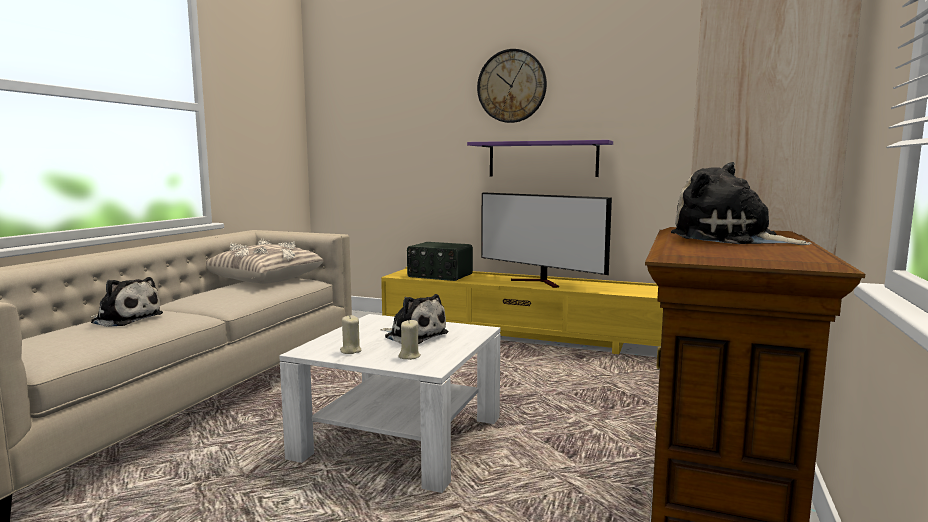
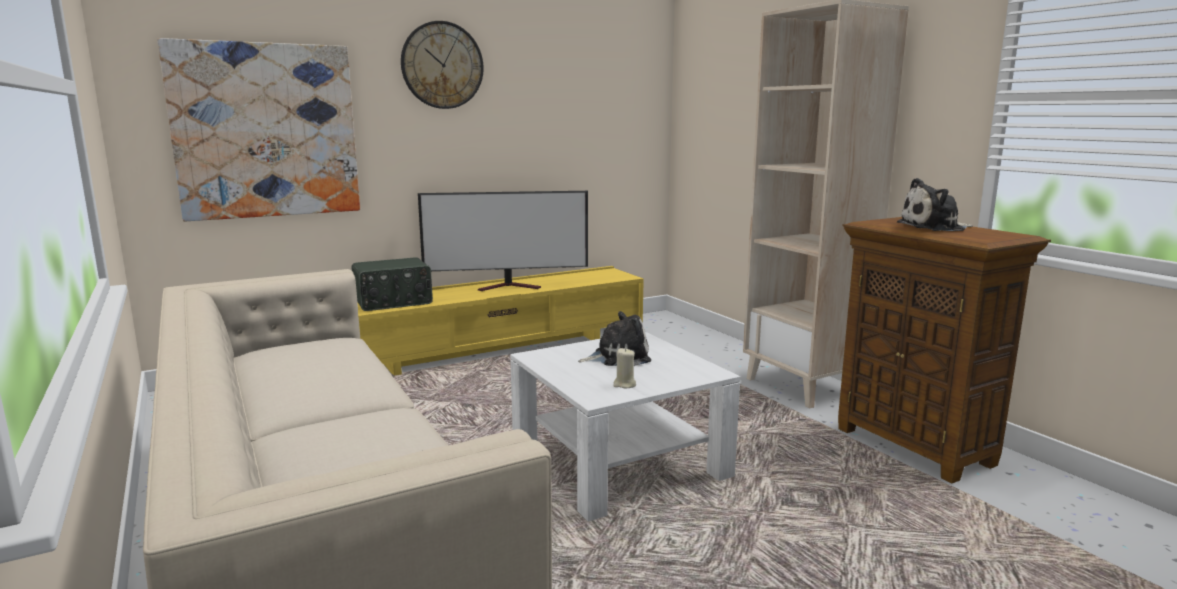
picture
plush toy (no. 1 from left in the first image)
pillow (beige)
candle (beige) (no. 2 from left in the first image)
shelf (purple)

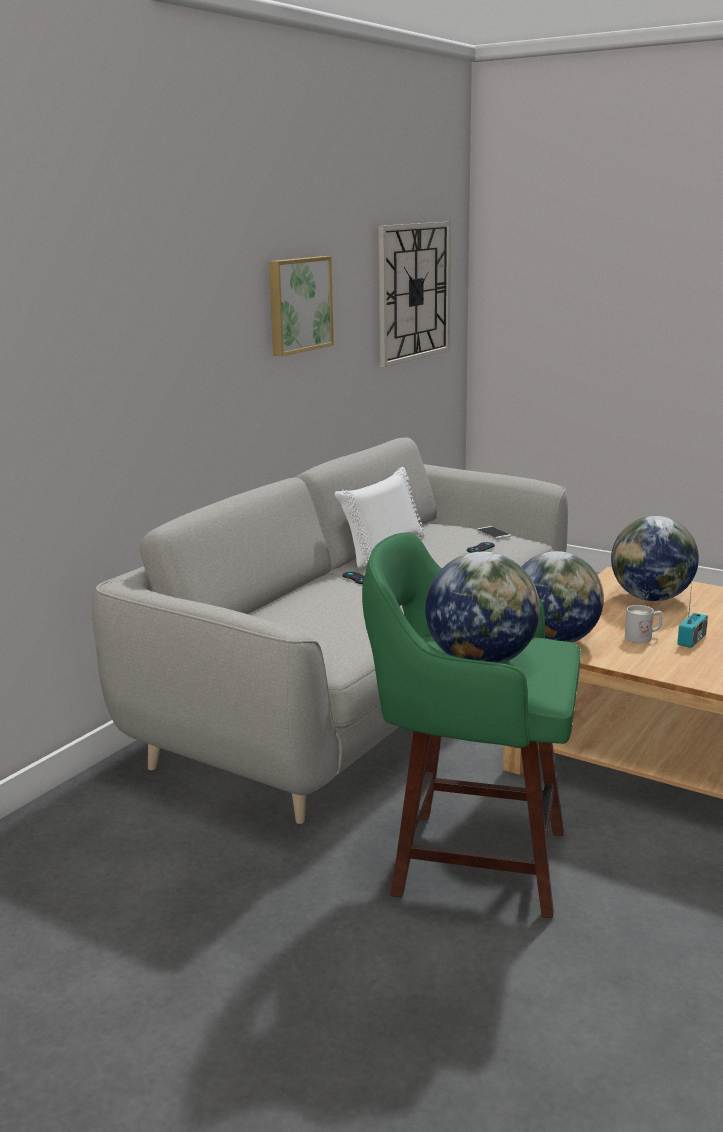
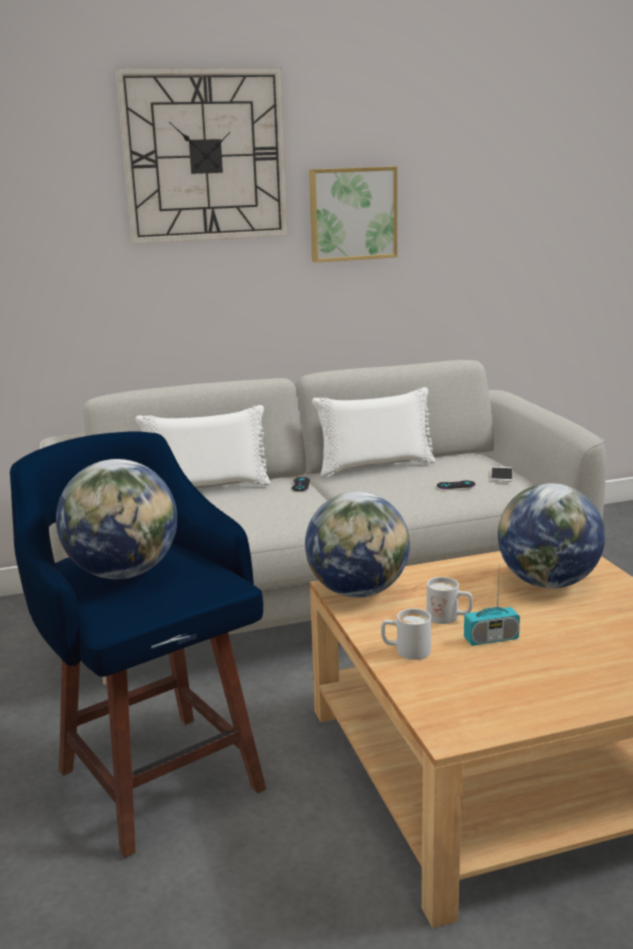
stool (blue)
wall clock
pillow (white) (no. 1 from left)
mug (white) (no. 1 from left)

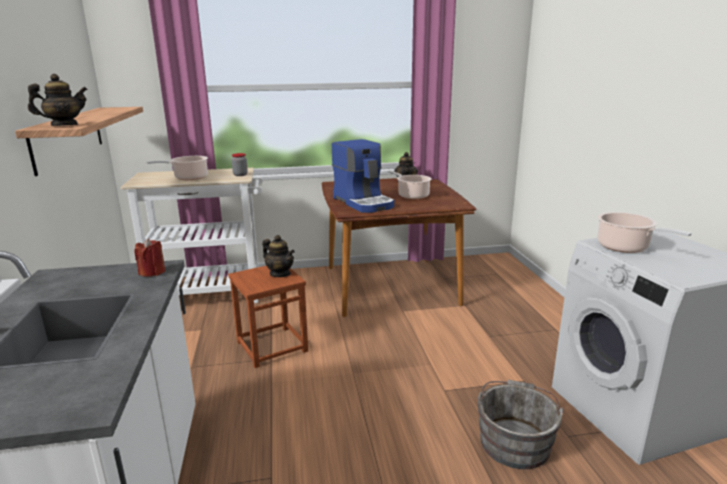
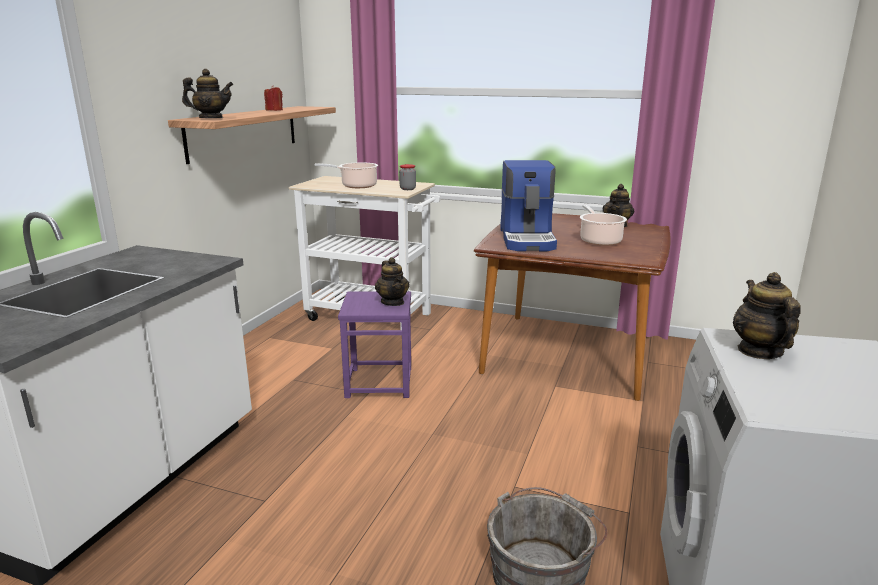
candle (red)
stool (purple)
teapot (no. 4 from left)

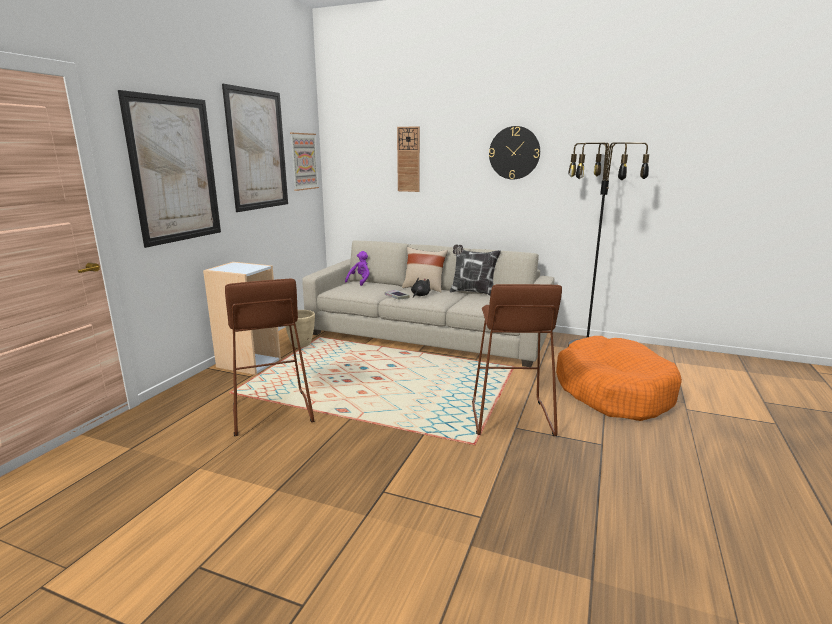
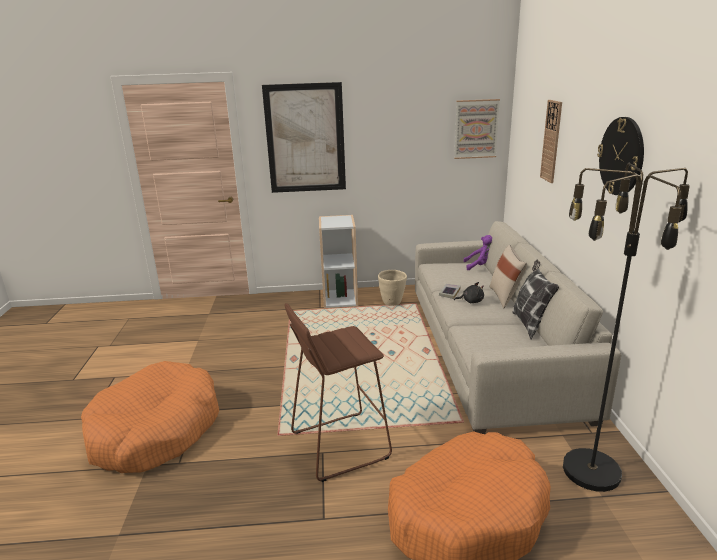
dog bed (orange) (no. 1 from left)
picture (no. 2 from left in the first image)
stool (brown) (no. 1 from left in the first image)

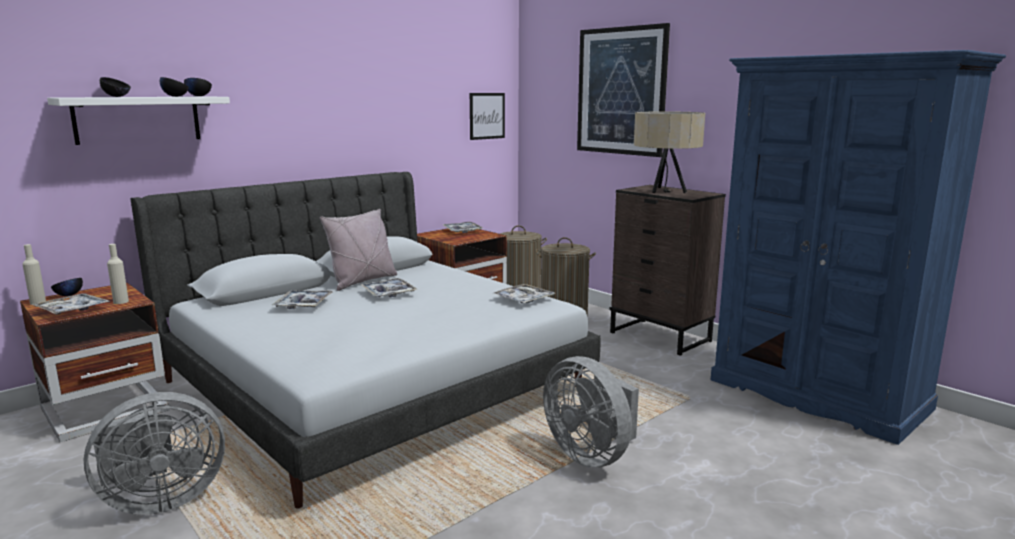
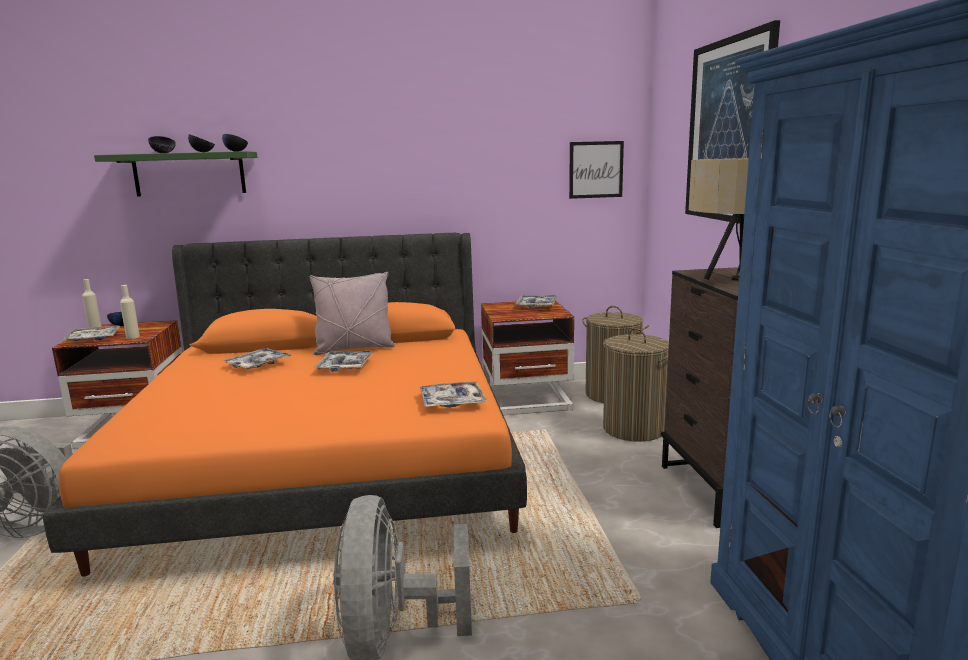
bed (orange)
shelf (green)

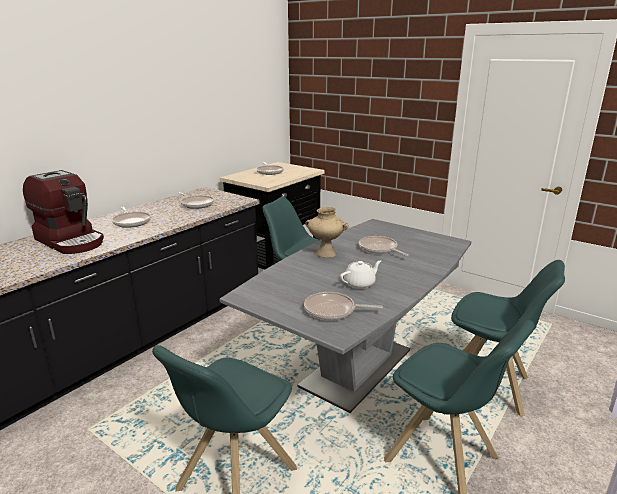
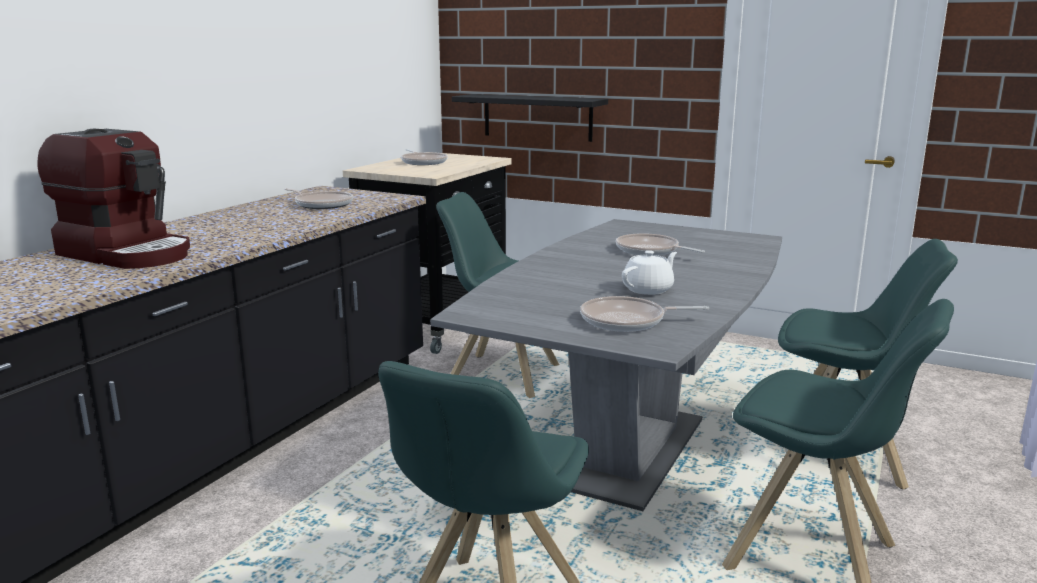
shelf (black)
frying pan (no. 1 from left in the first image)
vase (beige)

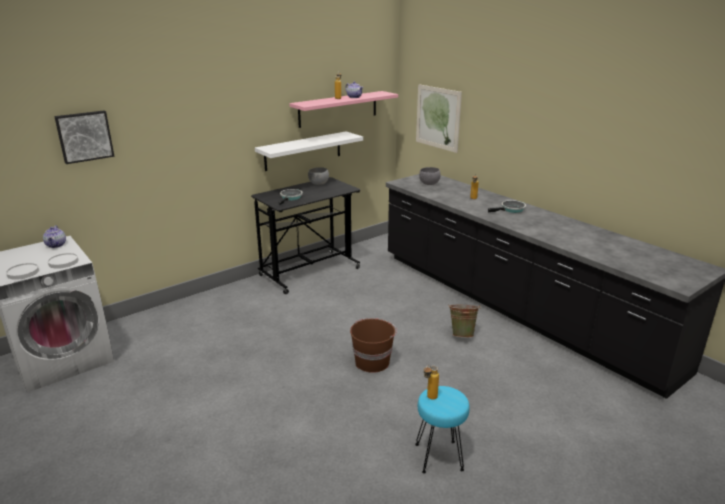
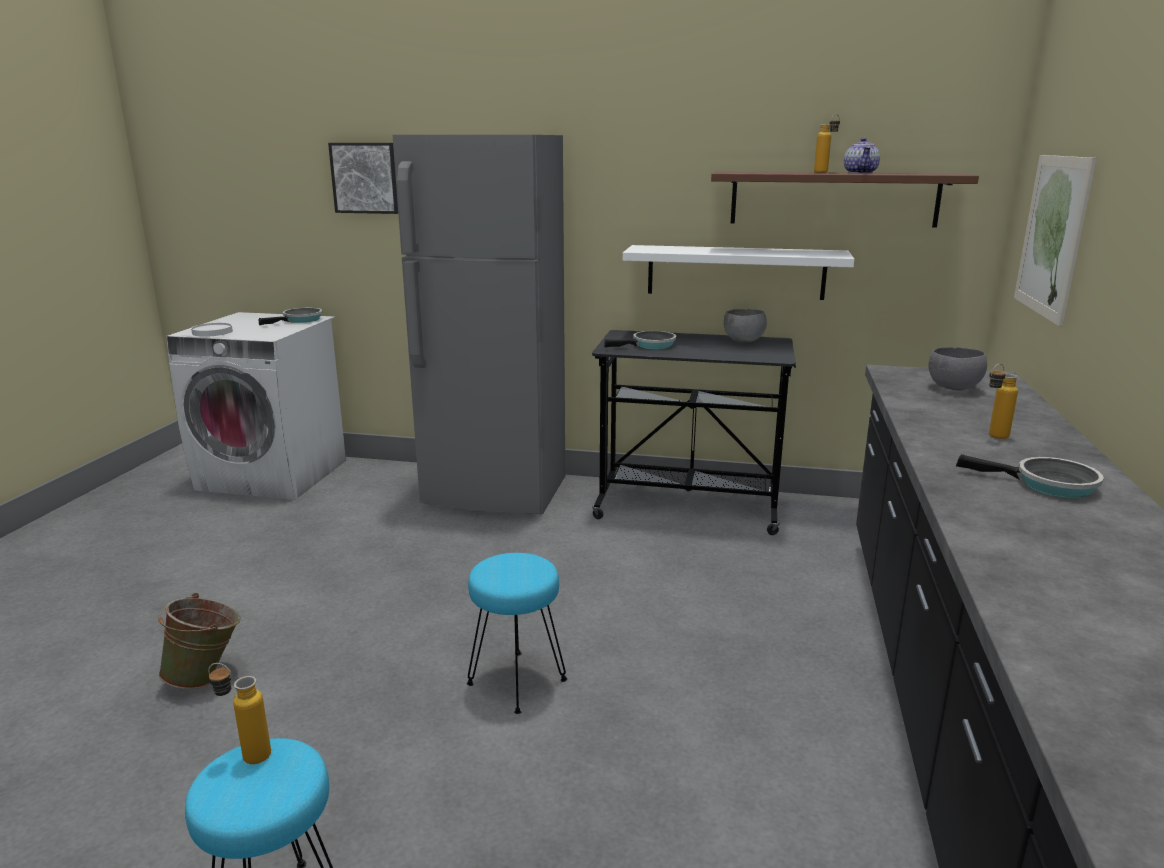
bucket (green)
frying pan (no. 1 from left)
fridge (grey)
stool (turquoise) (no. 2 from left)
shelf (brown)
plate (white) (no. 2 from left in the first image)

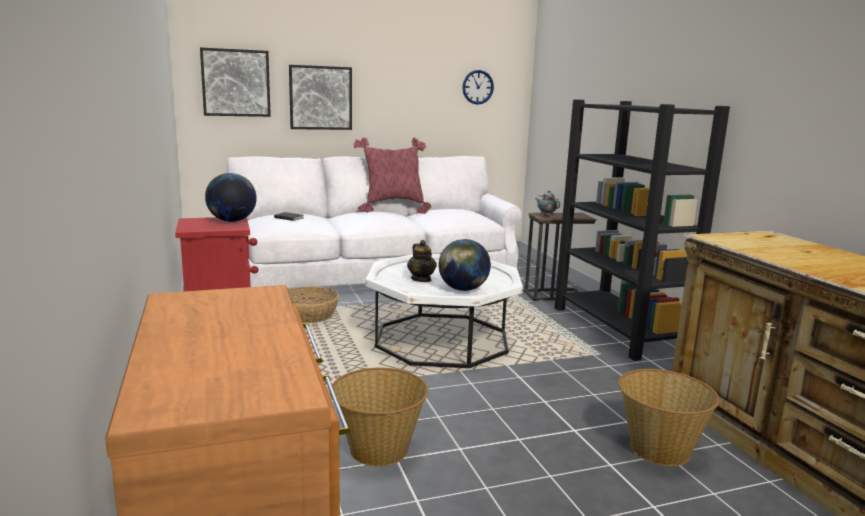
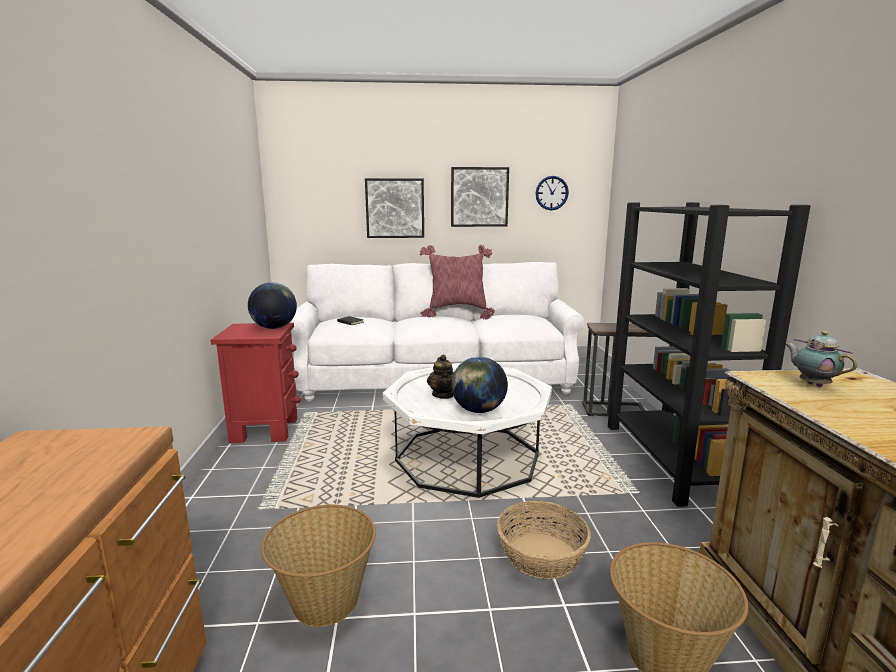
picture (no. 2 from left)
basket (no. 2 from left)
teapot (no. 2 from left)

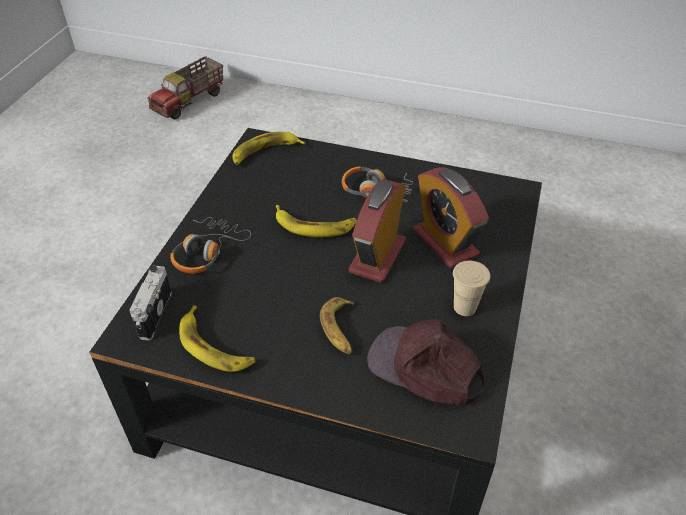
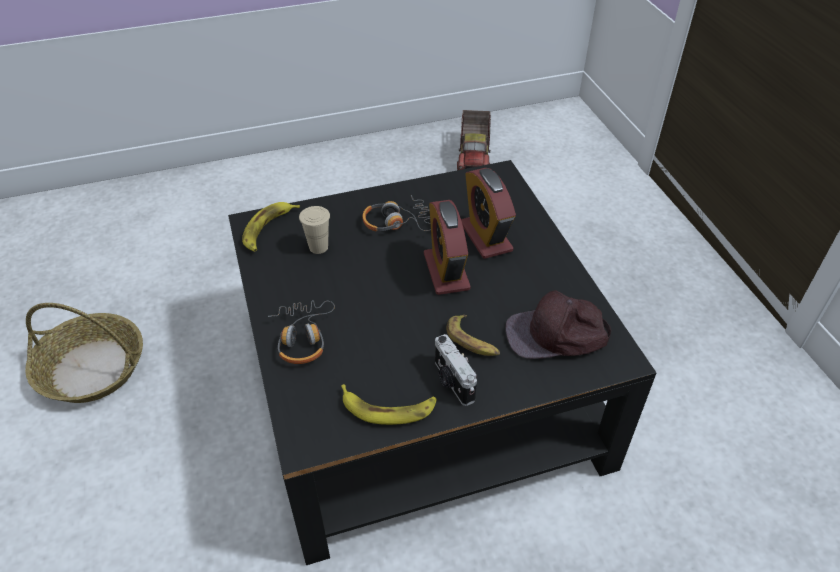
basket
cup (beige)
photo camera
toy truck
alarm clock (no. 2 from left)
banana (no. 3 from left in the first image)

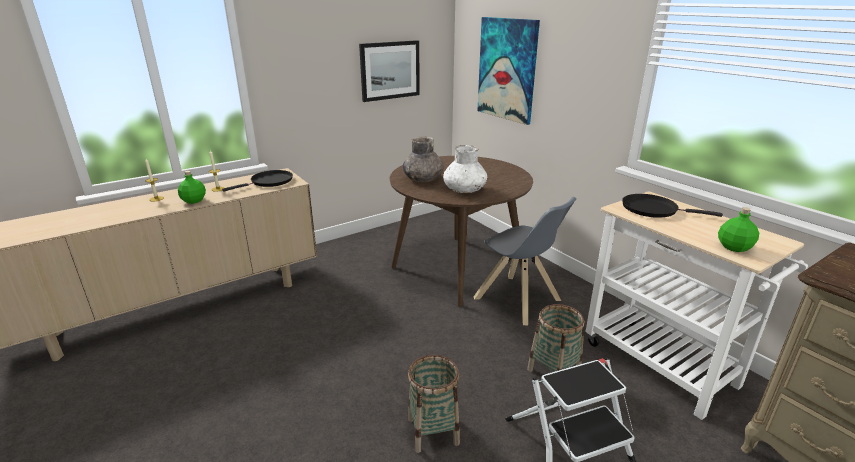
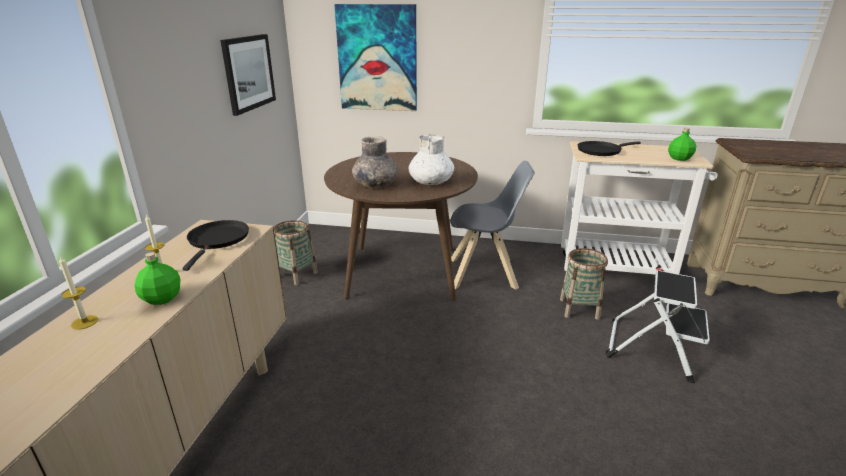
basket (no. 1 from left)

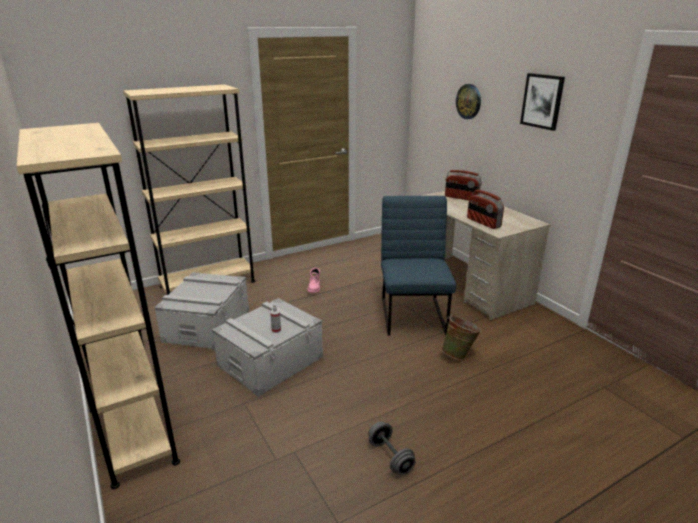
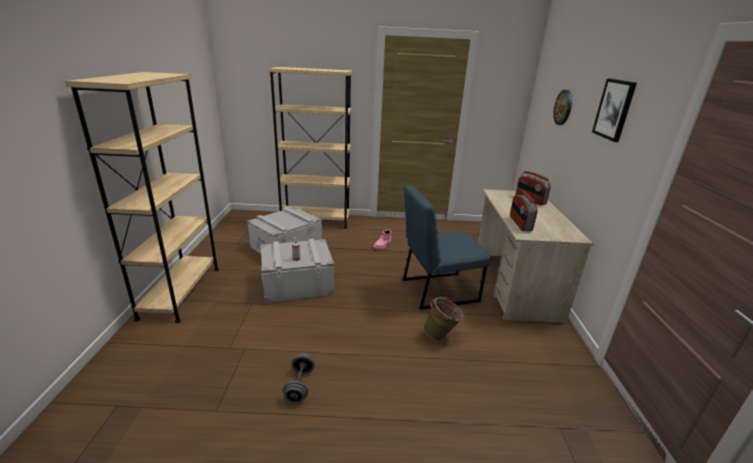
chair (blue)

